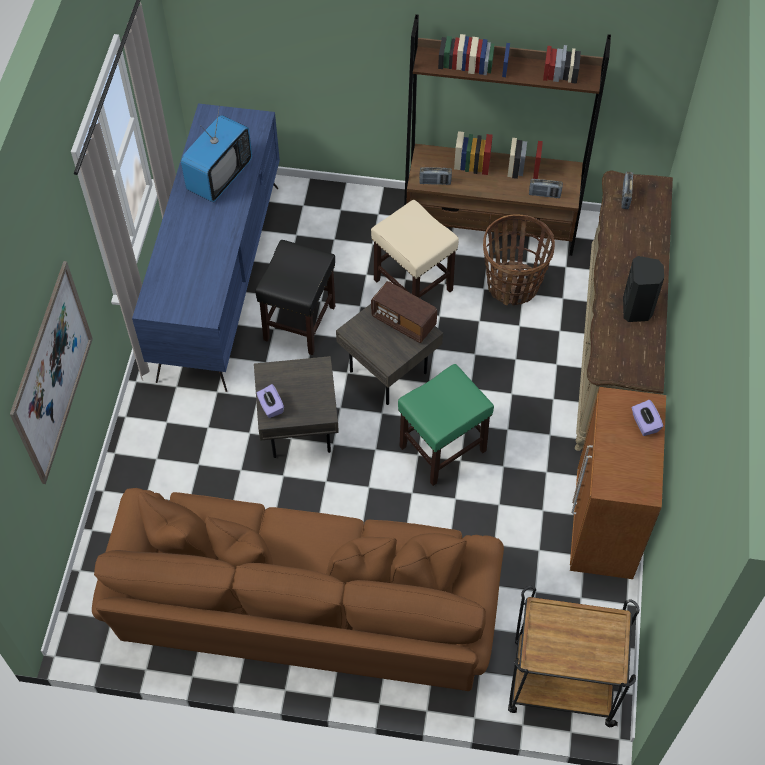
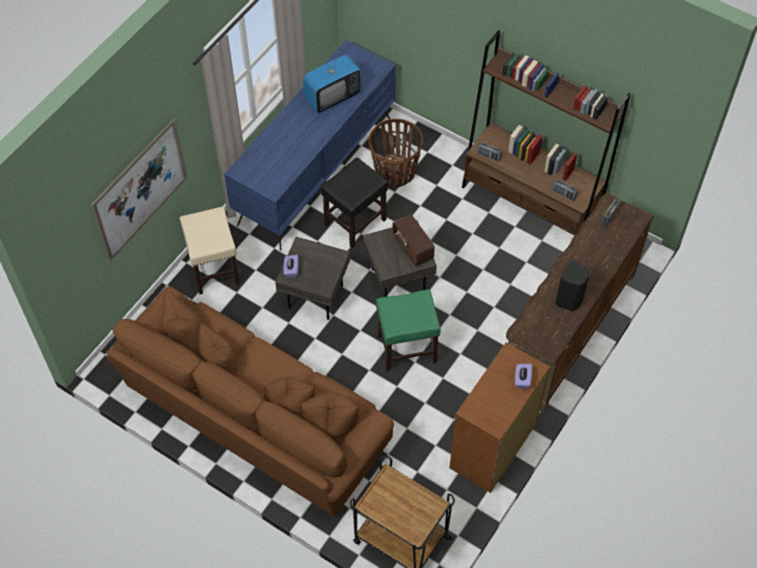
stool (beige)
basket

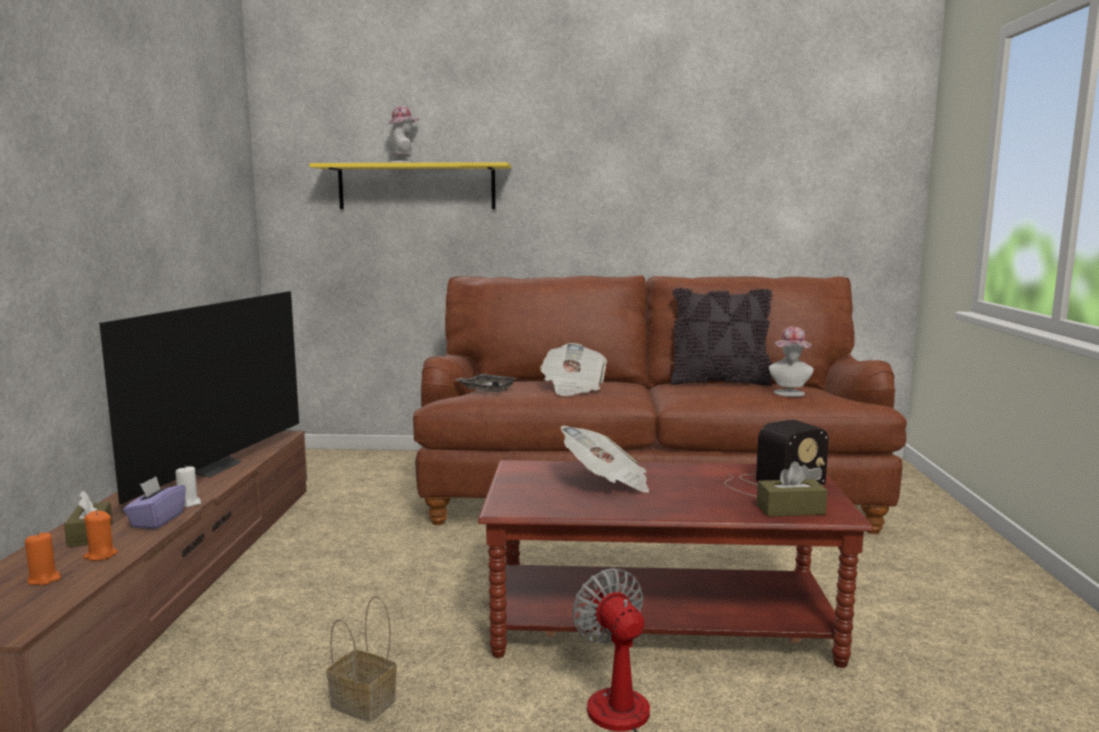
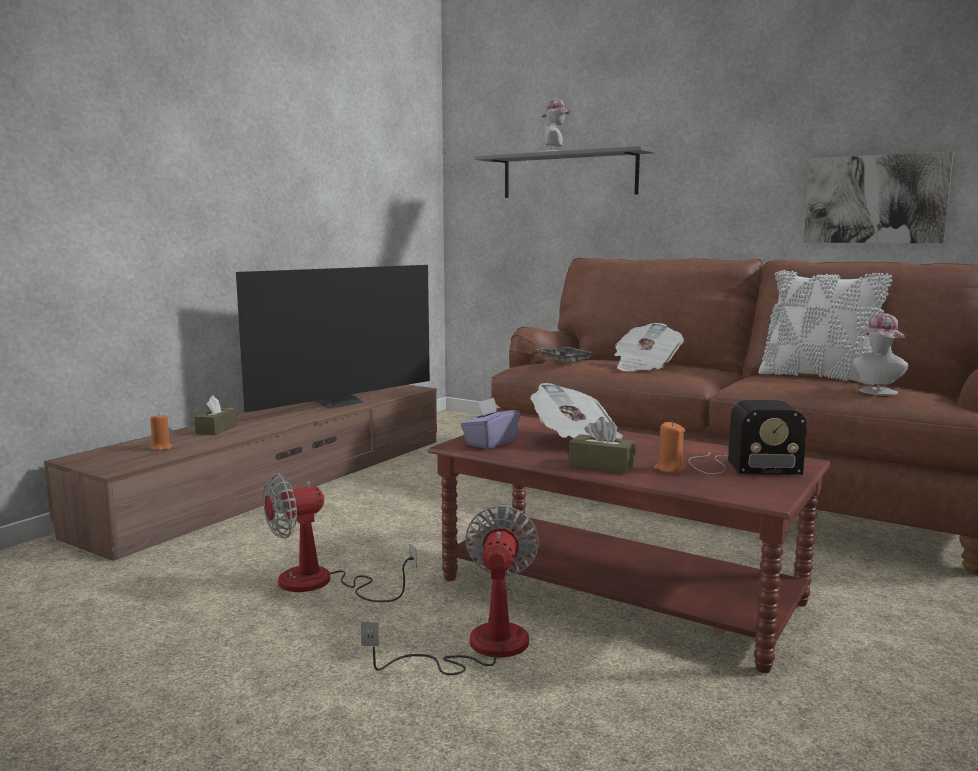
fan (no. 1 from left)
tissue box (purple)
shelf (grey)
tissue box (brown) (no. 2 from left)
candle (orange) (no. 2 from left)
pillow (white)
picture
candle (white)

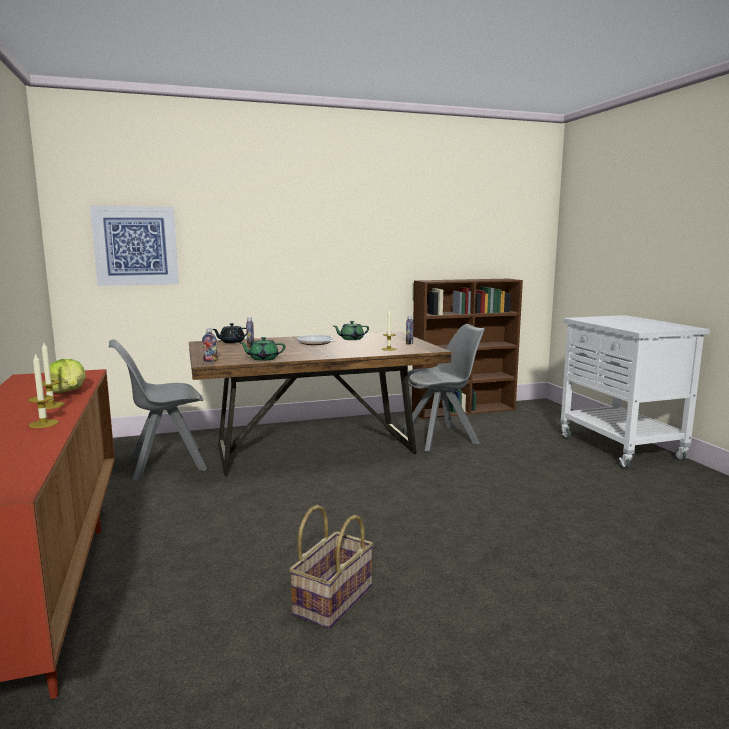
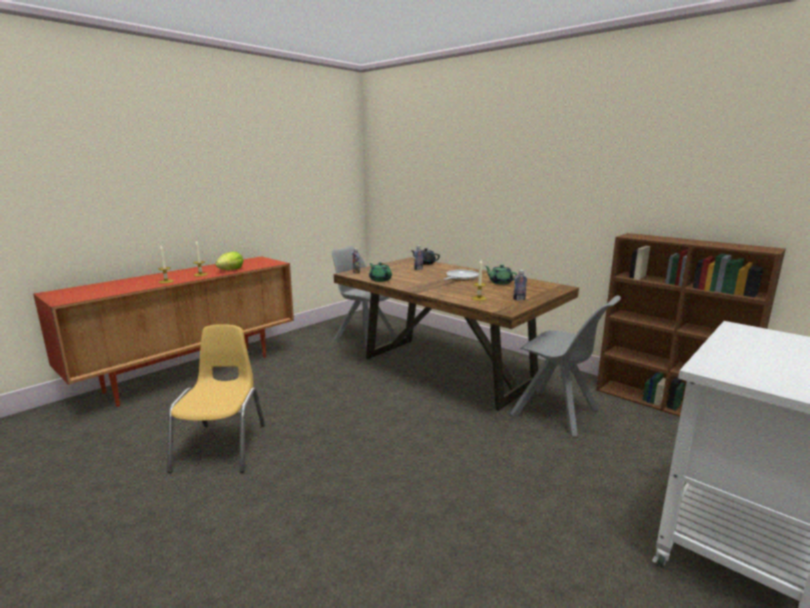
chair (yellow)
picture

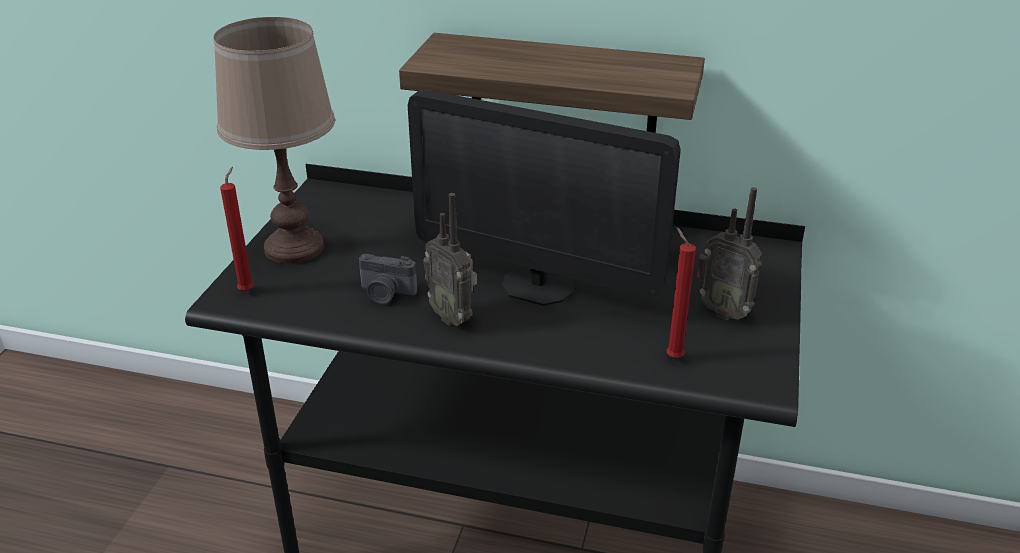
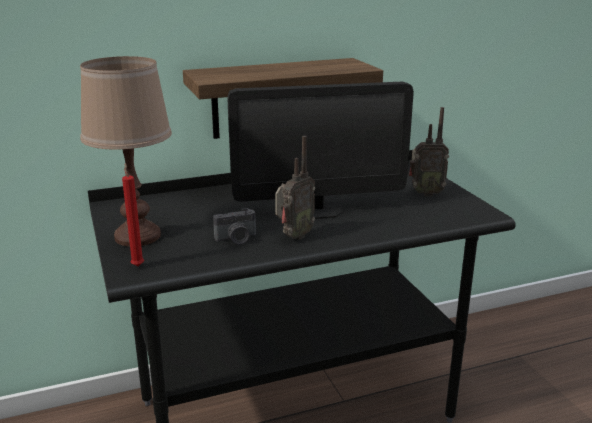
radio (no. 1 from left)
candle (red) (no. 2 from left in the first image)

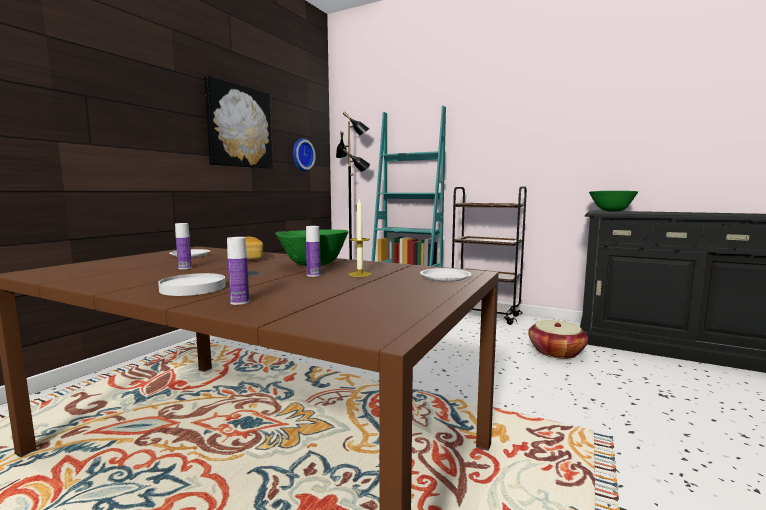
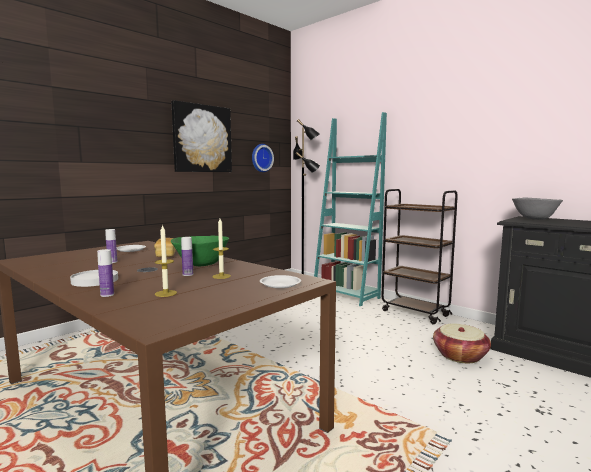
candle (no. 1 from left)
bowl (grey)

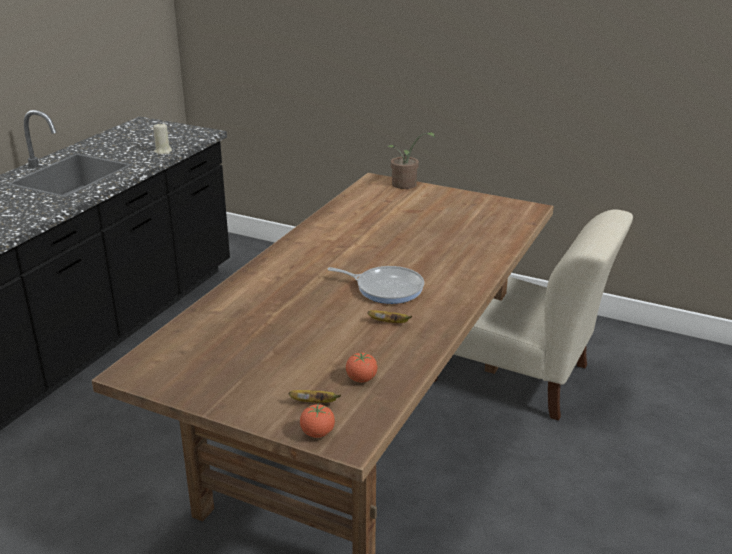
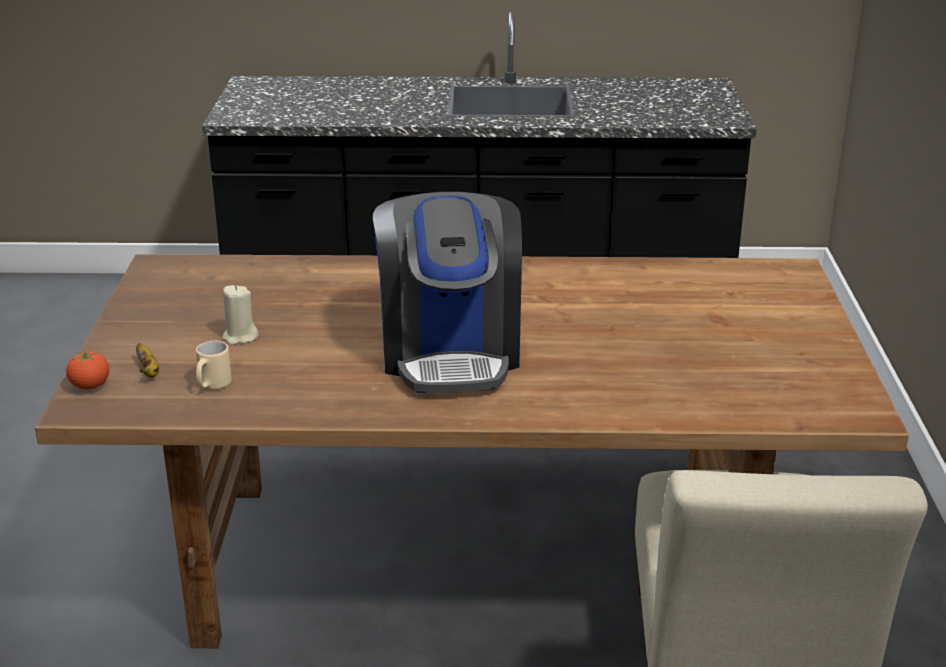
mug (beige)
candle (beige)
coffee machine
banana (no. 2 from left in the first image)
potted plant

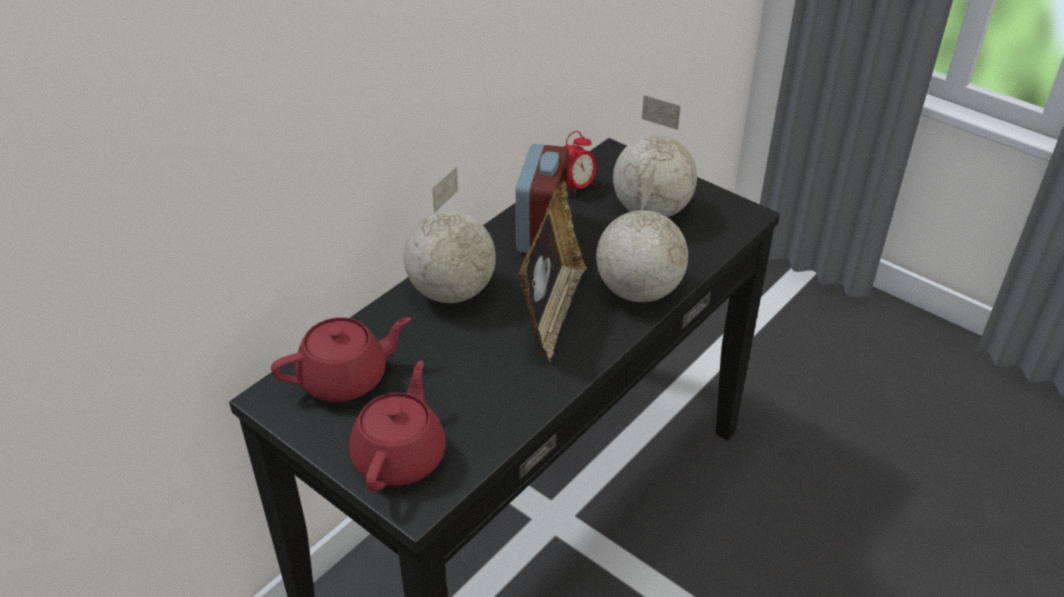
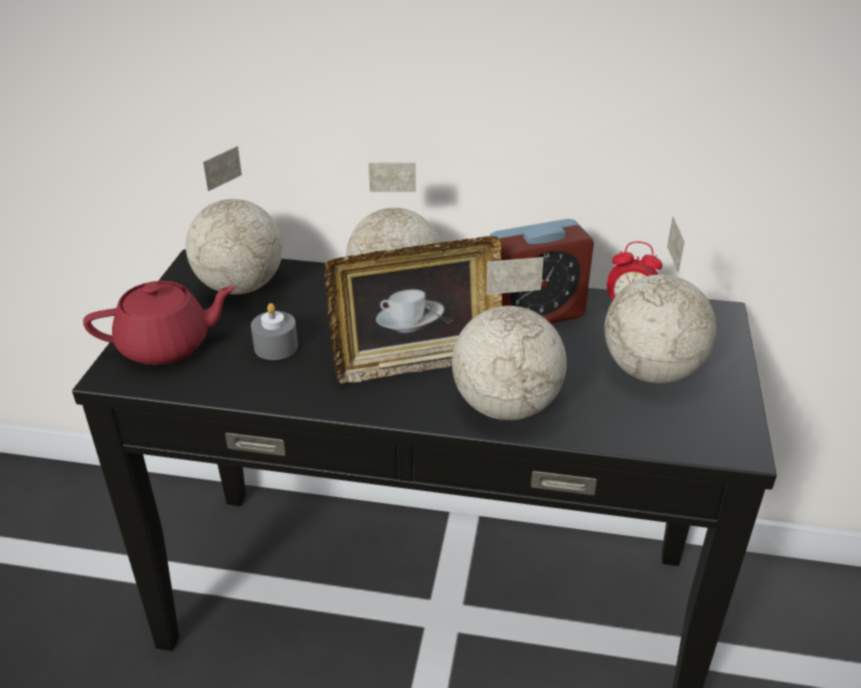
globe (no. 1 from left)
candle (grey)

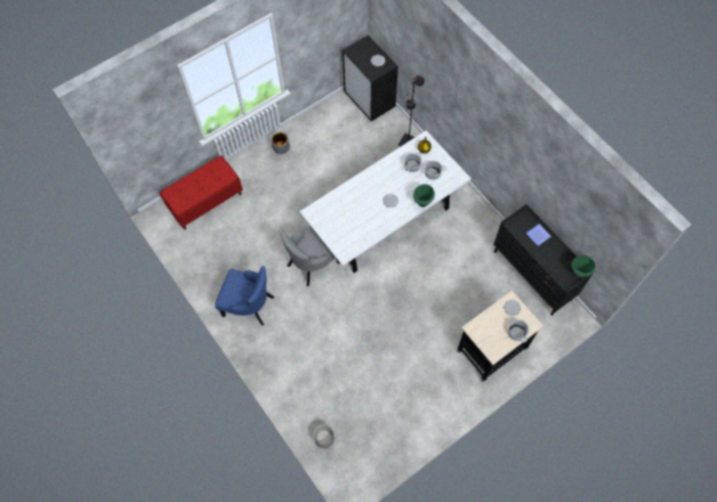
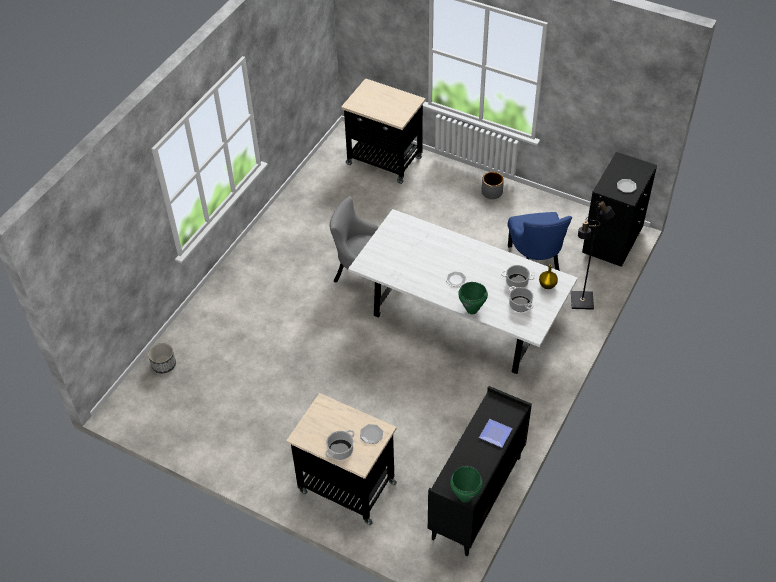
cart (black) (no. 2 from left)
chair (blue)

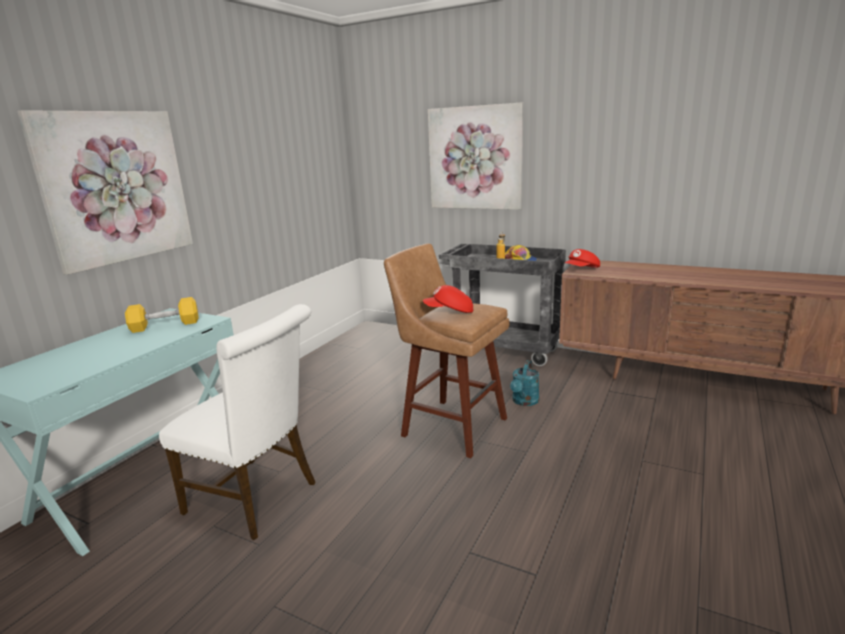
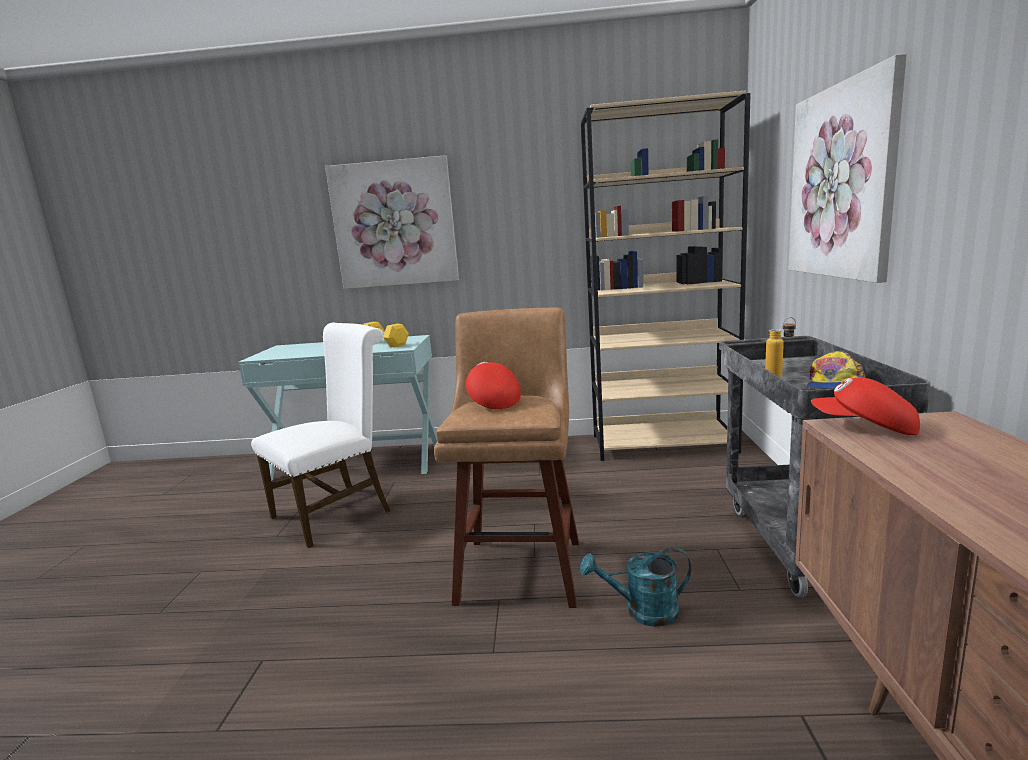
chair (white)
bookcase (beige)

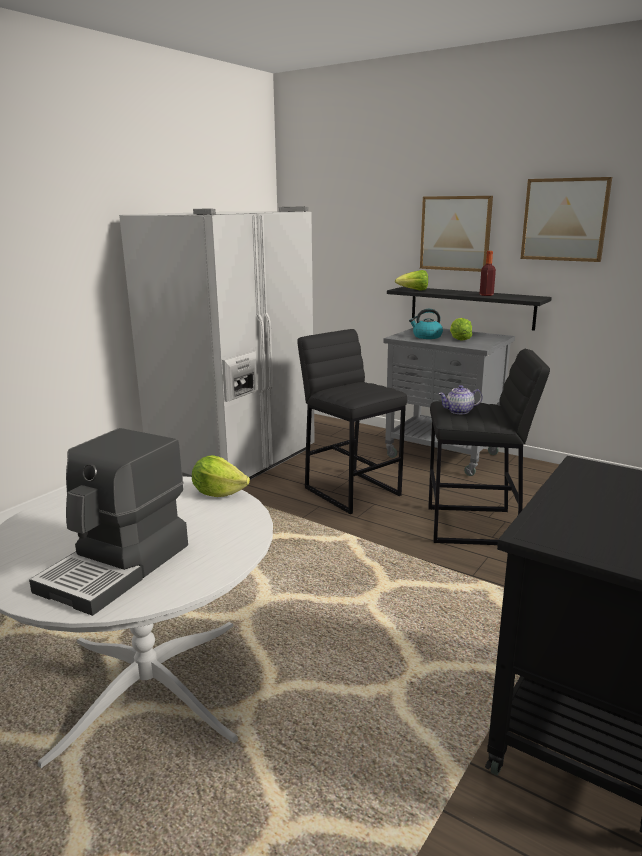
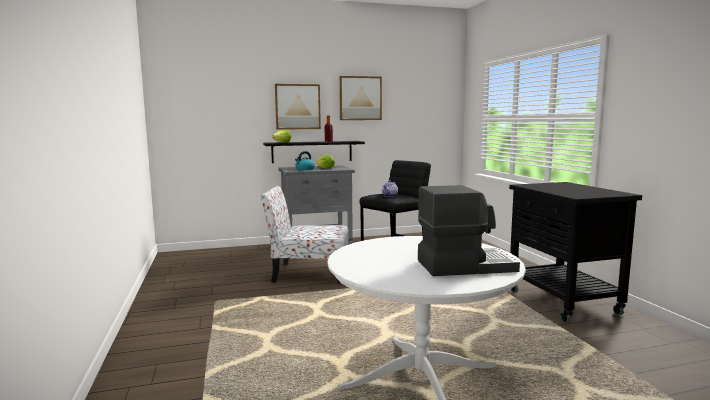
chair
coffee machine
fridge (white)
lettuce (no. 1 from left in the first image)

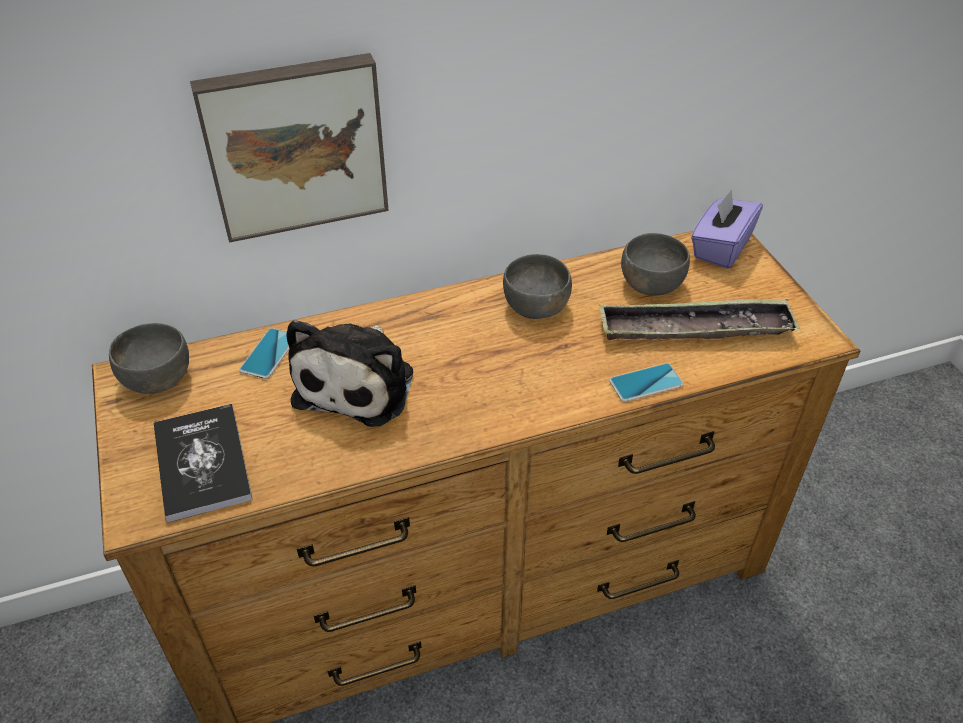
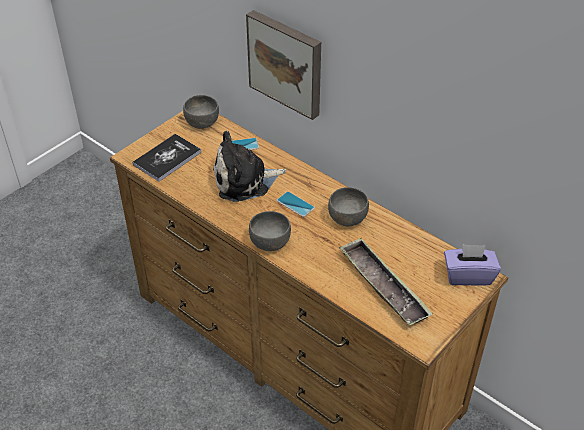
bowl (grey) (no. 2 from left)
phone (no. 2 from left)

